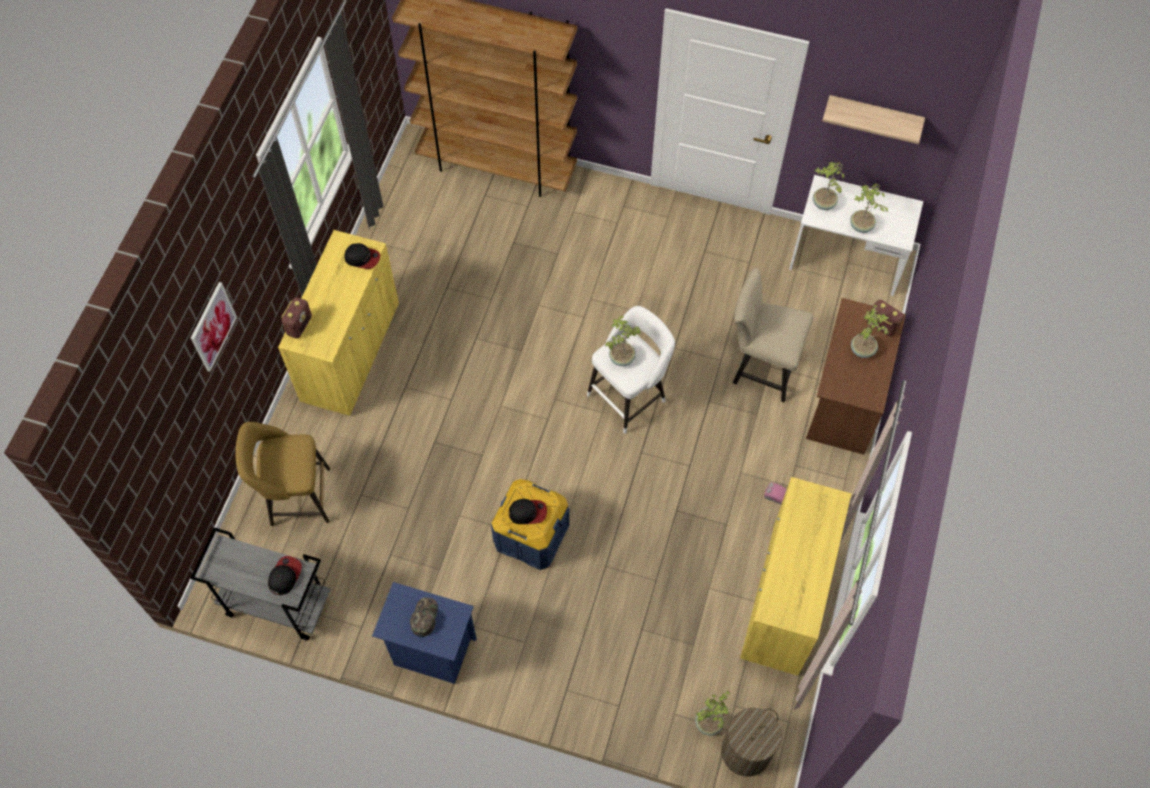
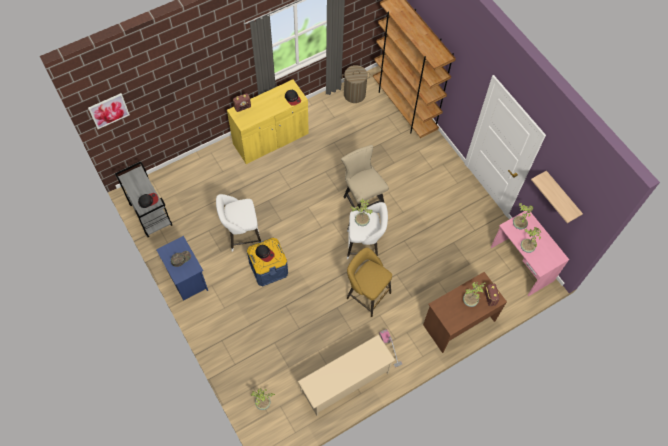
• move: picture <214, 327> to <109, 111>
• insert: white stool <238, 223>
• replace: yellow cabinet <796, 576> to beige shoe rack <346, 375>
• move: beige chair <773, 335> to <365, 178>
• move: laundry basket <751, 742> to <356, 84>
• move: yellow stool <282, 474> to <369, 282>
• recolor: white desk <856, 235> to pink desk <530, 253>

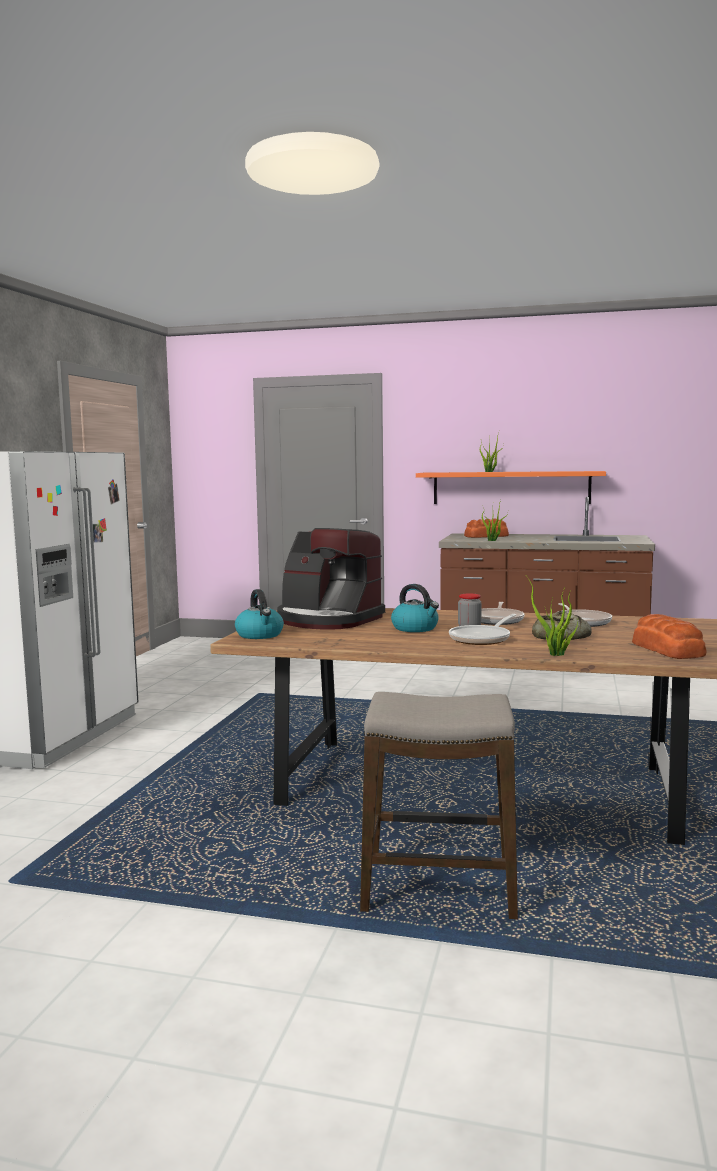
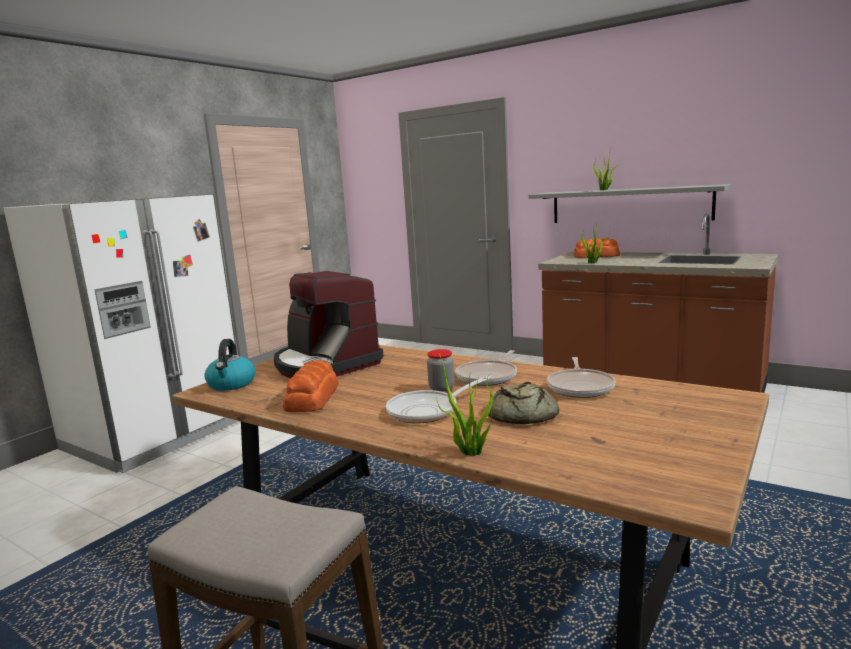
• move: bread <669, 636> to <311, 386>
• recolor: orange shelf <511, 487> to grey shelf <630, 203>
• delete: kettle <415, 608>

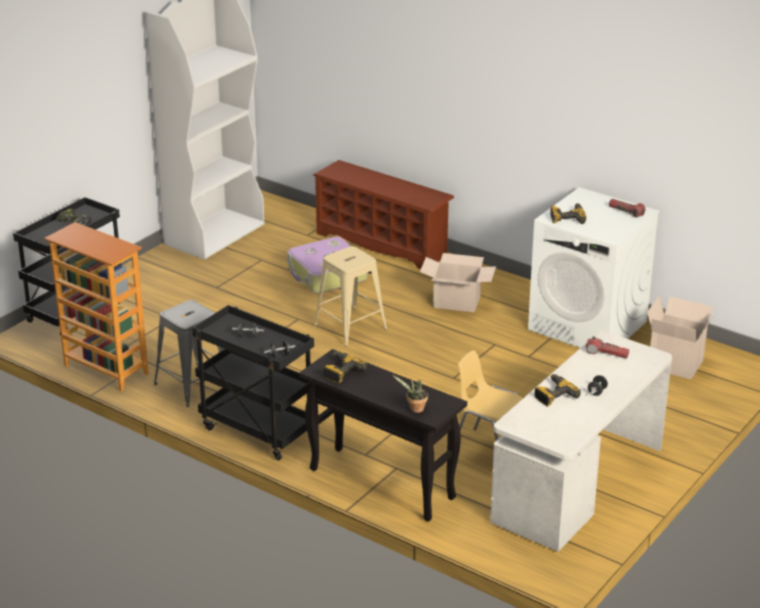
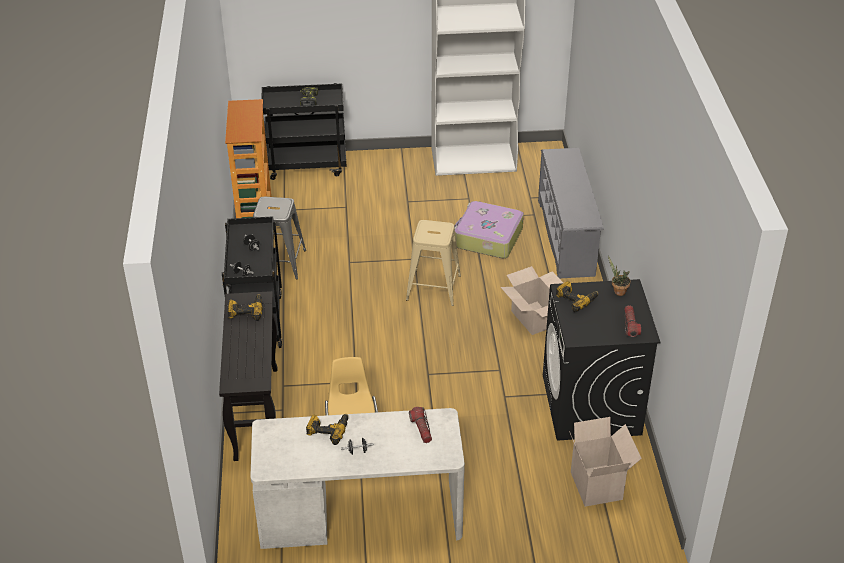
• recolor: brown shoe rack <383, 214> to grey shoe rack <571, 213>
• recolor: white washing machine <594, 267> to black washing machine <602, 359>
• move: potted plant <410, 394> to <619, 276>

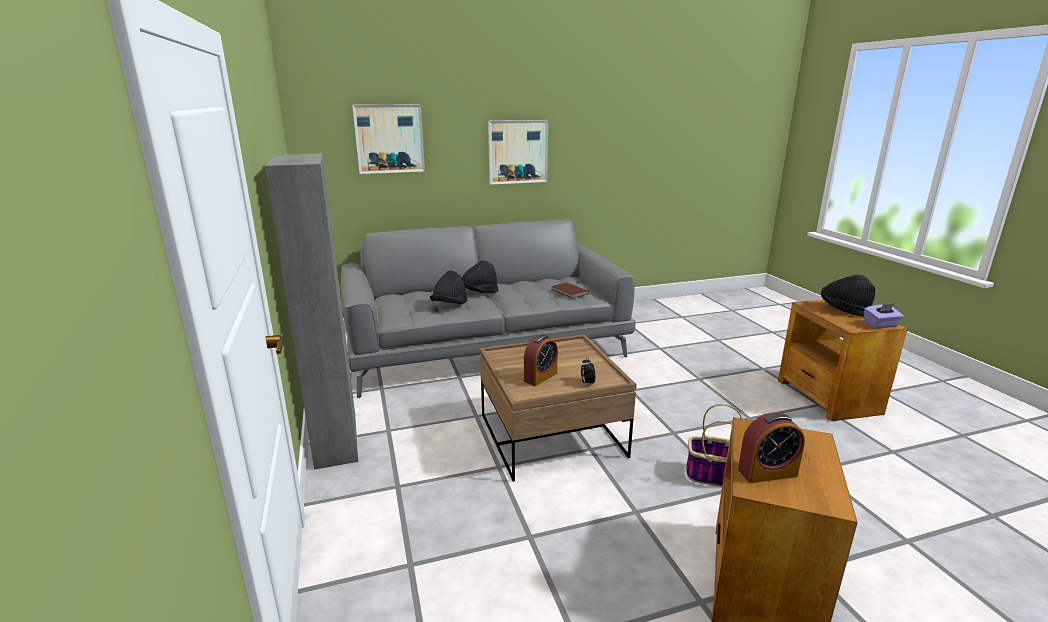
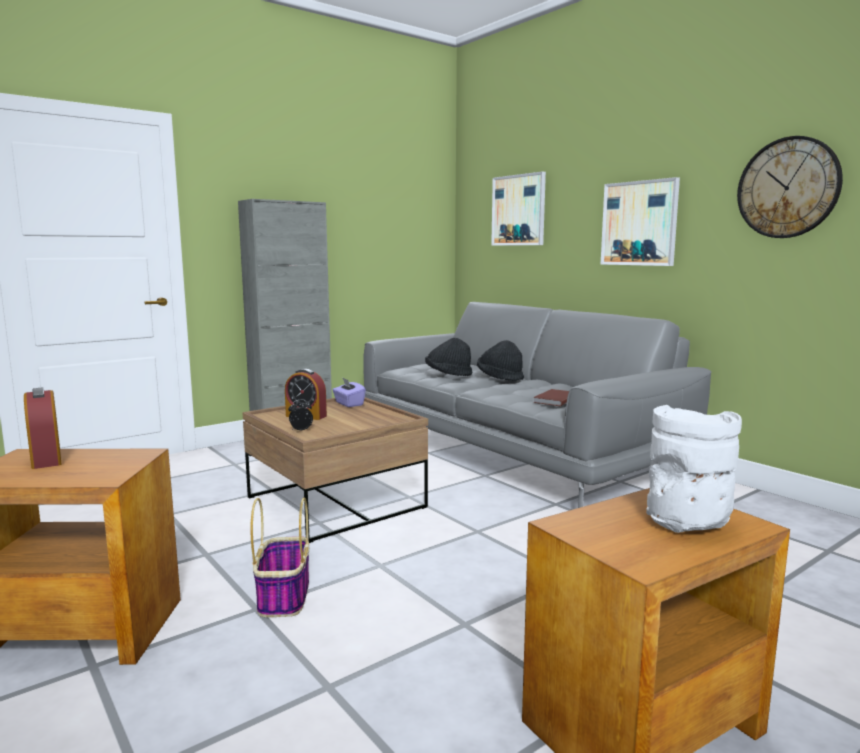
• move: purple tissue box <884, 316> to <349, 392>
• replace: black hat <848, 296> to white vase <694, 469>
• insert: wall clock <790, 187>

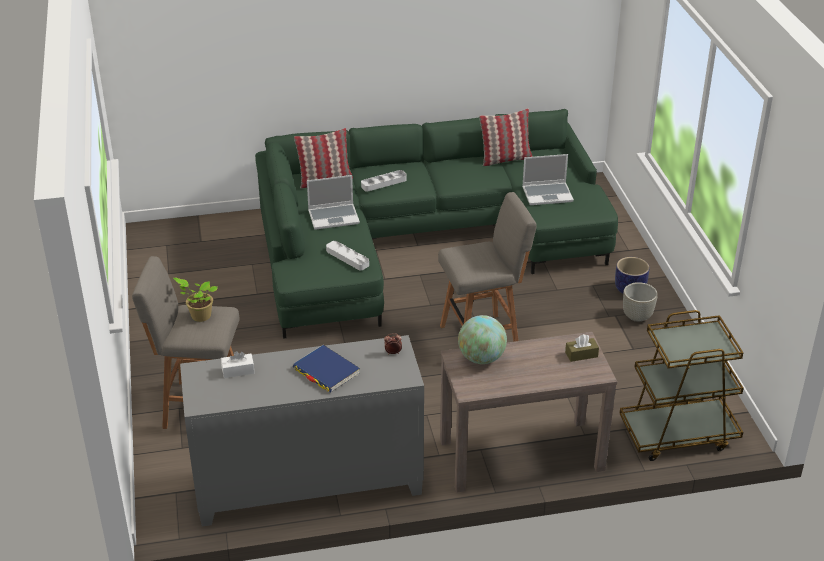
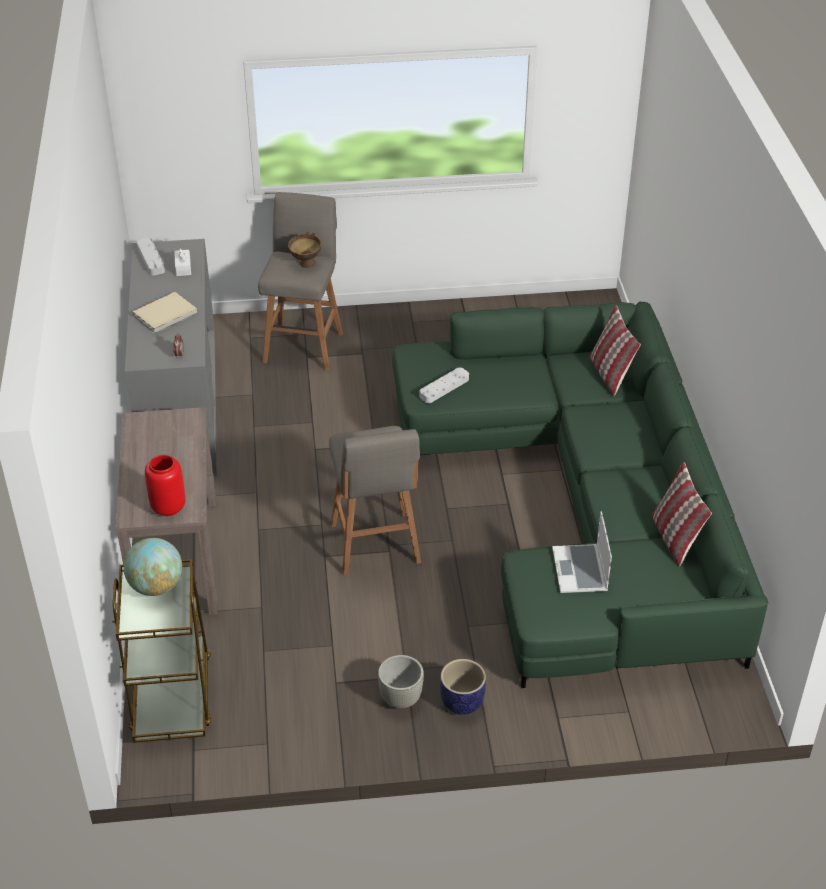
• move: globe <482, 339> to <152, 567>
• recolor: blue book <326, 369> to beige book <165, 313>
• move: grey tray <384, 181> to <151, 256>
• replace: brown tissue box <582, 348> to red vase <165, 485>
• replace: potted plant <195, 300> to brown bowl <304, 250>
• delete: laptop <333, 202>

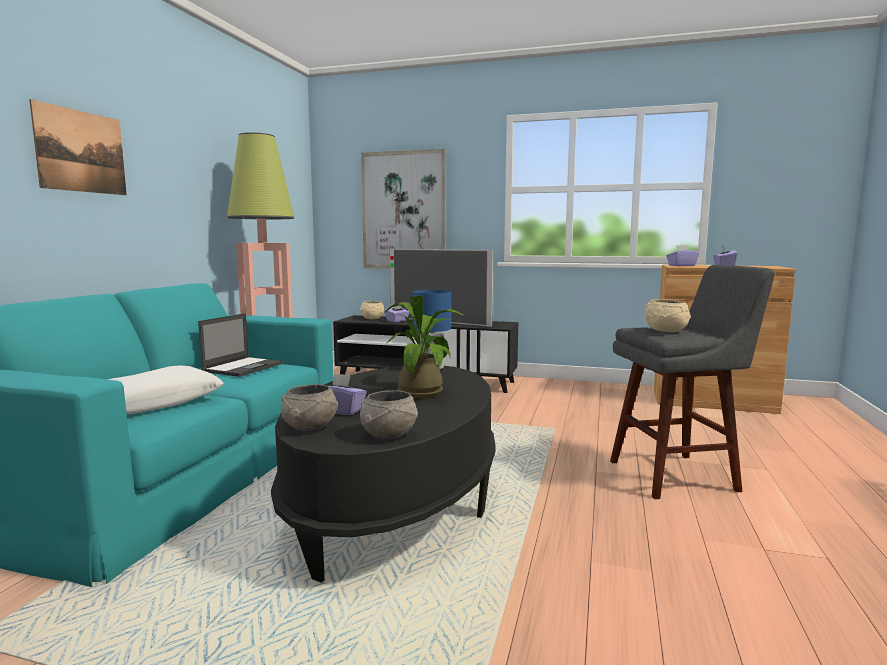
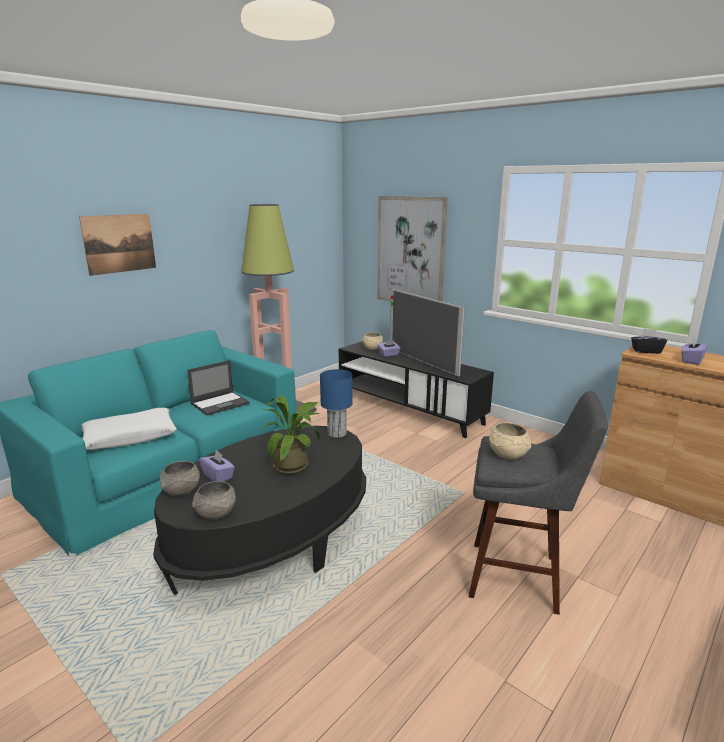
• recolor: purple tissue box <682, 255> to black tissue box <649, 341>

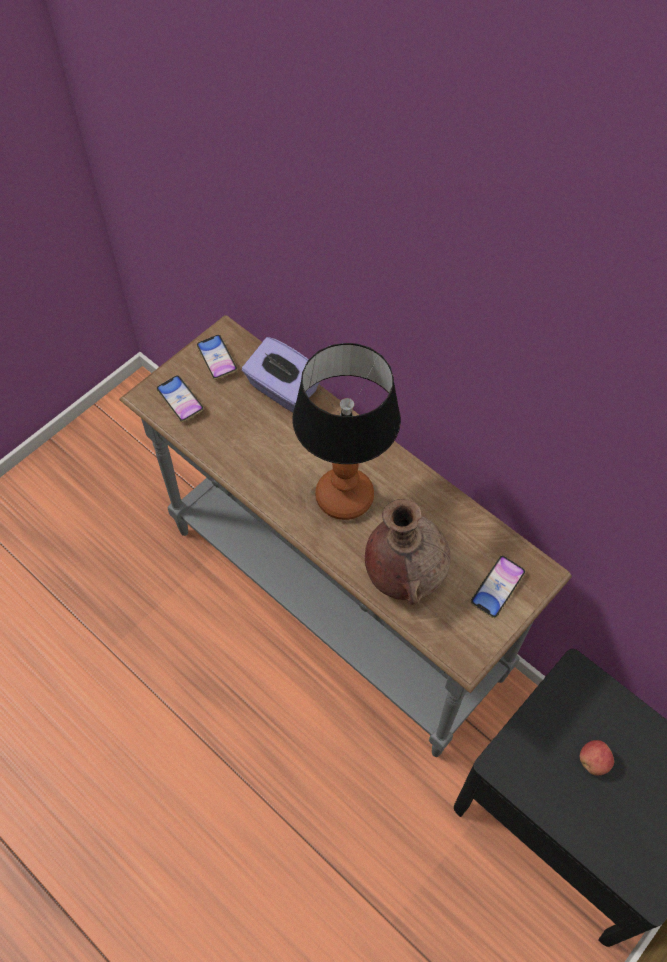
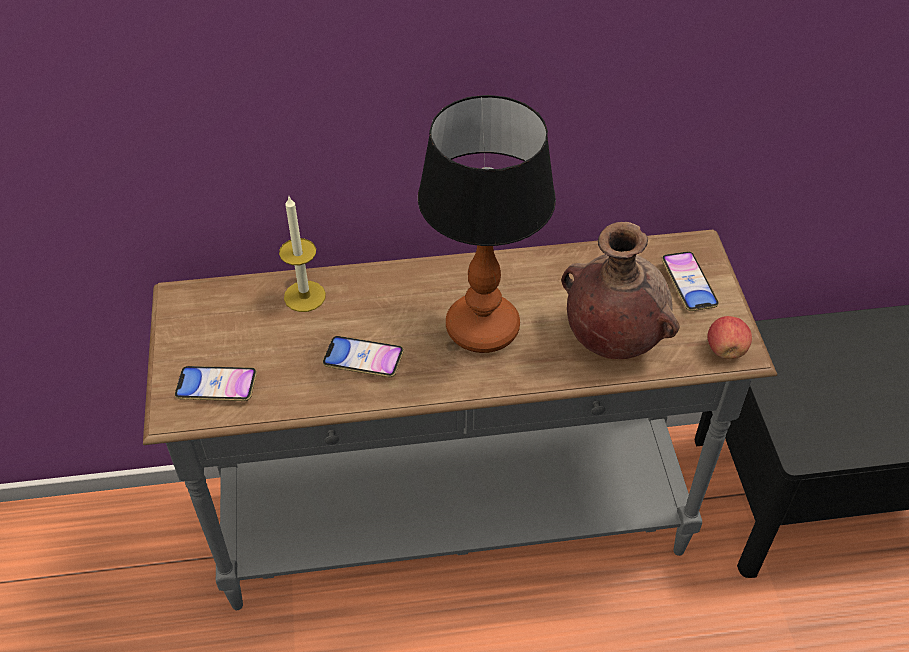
• replace: purple tissue box <280, 374> to candle <302, 254>
• move: phone <217, 357> to <363, 356>
• move: apple <597, 757> to <730, 337>

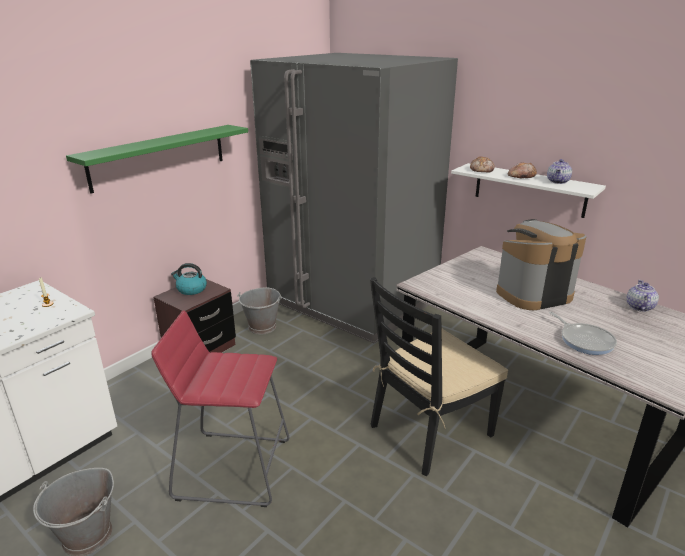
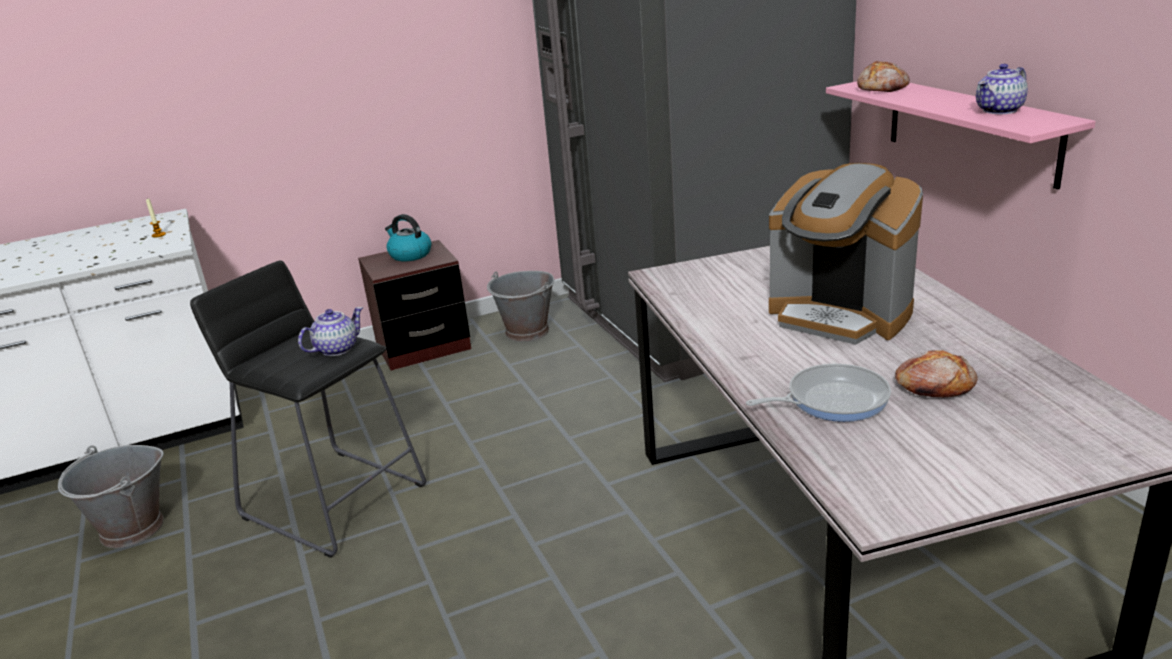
• recolor: red stool <220, 408> to black stool <308, 409>
• move: teapot <642, 296> to <330, 331>
• rotate: frying pan <583, 333> = <818, 393> 105 degrees counterclockwise
• rotate: coffee machine <541, 264> = <846, 254> 150 degrees counterclockwise
• recolor: white shelf <528, 190> to pink shelf <961, 135>
• move: bread <522, 171> to <936, 374>
• delete: green shelf <157, 159>
• delete: black chair <439, 376>

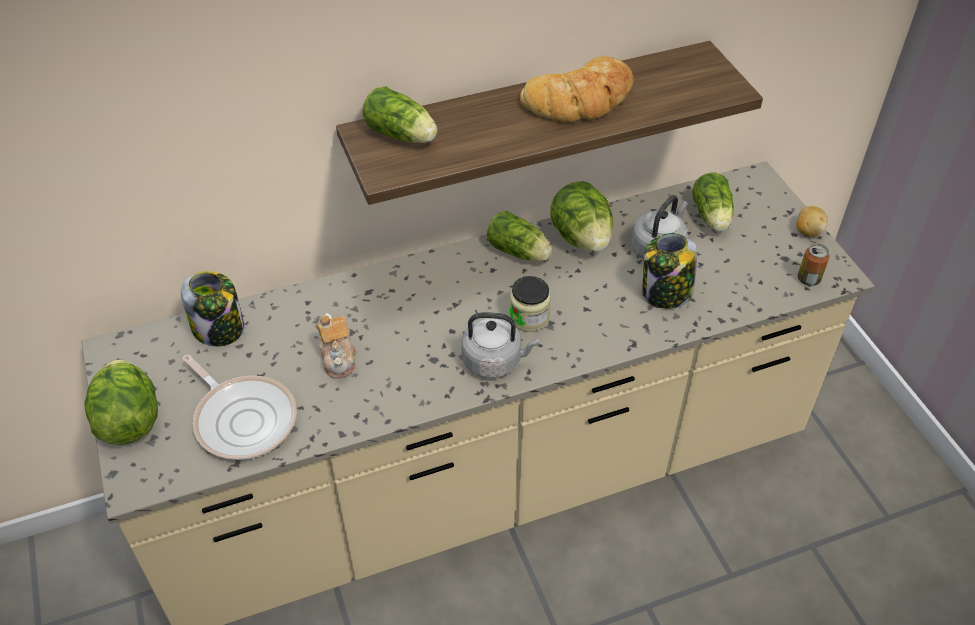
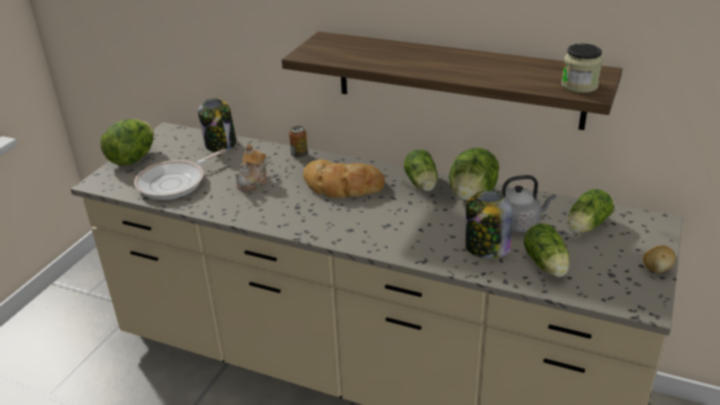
• rotate: frying pan <240, 407> = <180, 174> 45 degrees clockwise
• move: can <814, 264> to <298, 142>
• move: bread <576, 89> to <344, 178>
• move: lettuce <399, 114> to <546, 250>
• move: jar <530, 304> to <581, 68>
• delete: grey kettle <500, 345>

